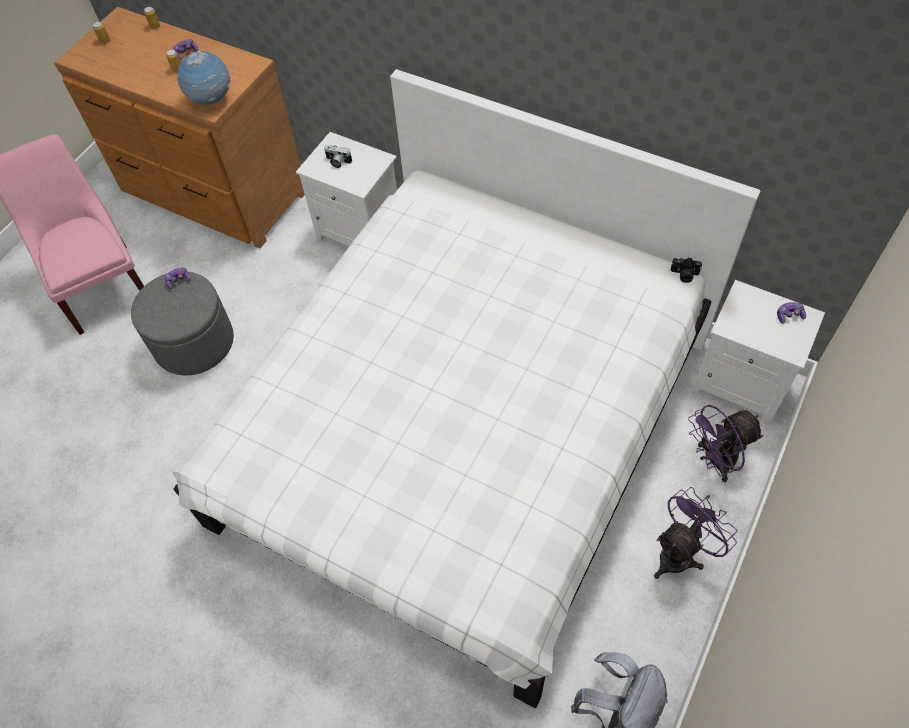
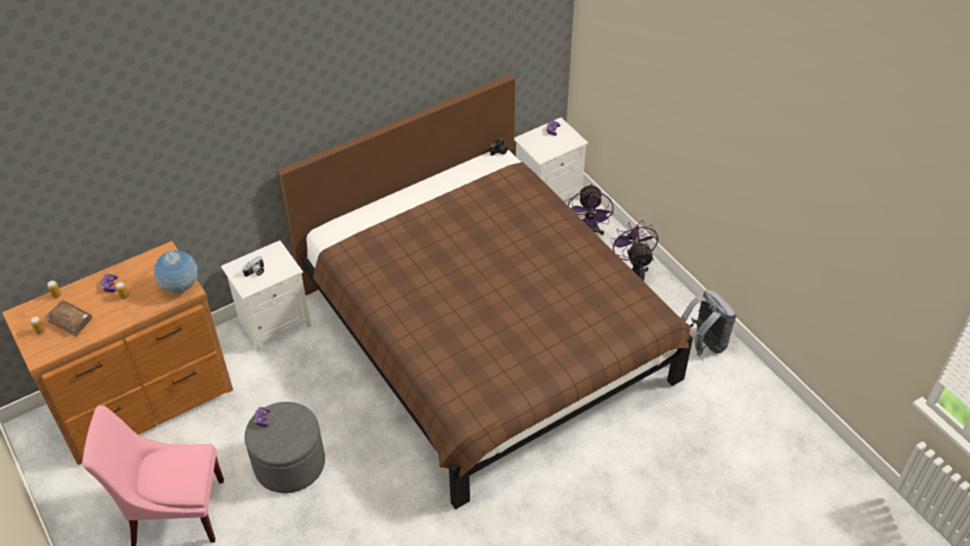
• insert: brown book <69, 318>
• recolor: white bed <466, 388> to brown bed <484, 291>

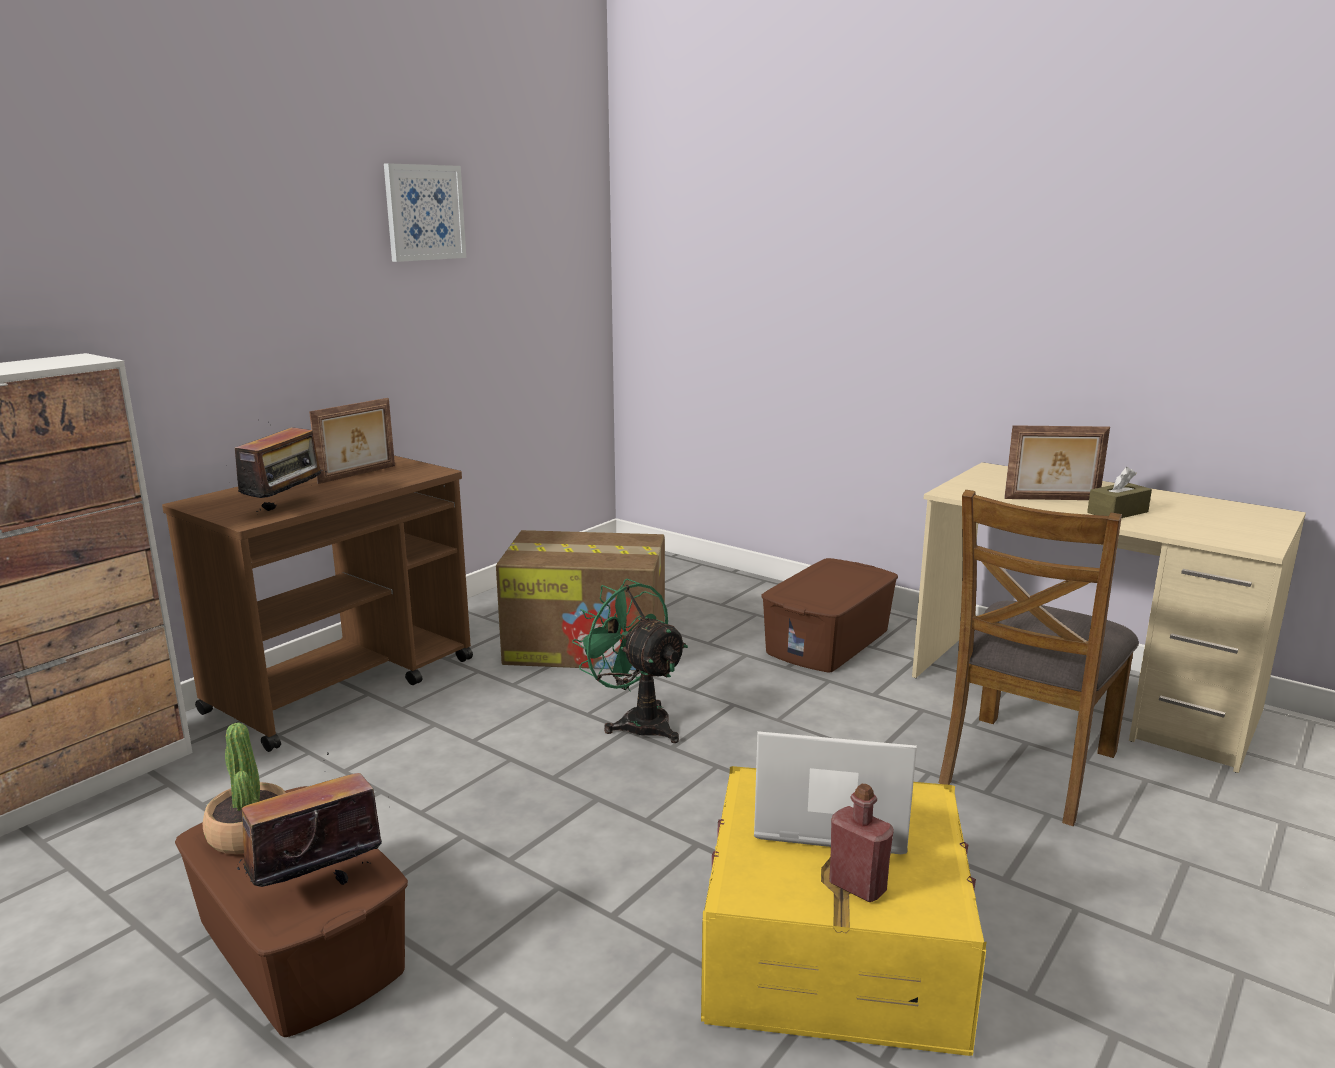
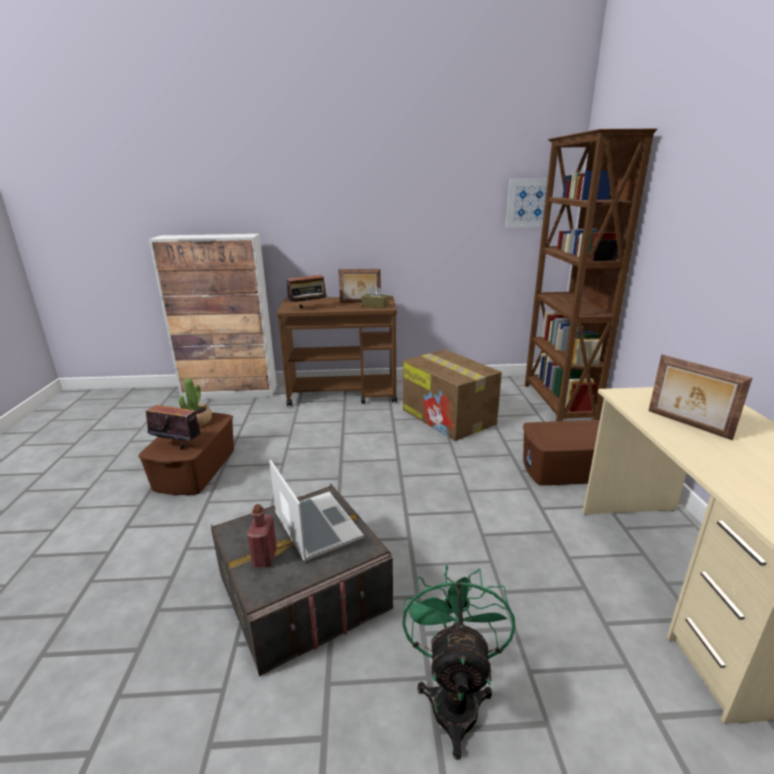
• recolor: yellow storage box <844, 911> to grey storage box <302, 580>
• move: brown tissue box <1119, 492> to <375, 297>
• move: green fan <630, 661> to <458, 662>
• move: picture <425, 212> to <531, 202>
• insert: brown bookcase <591, 275>
• delete: brown chair <1039, 658>

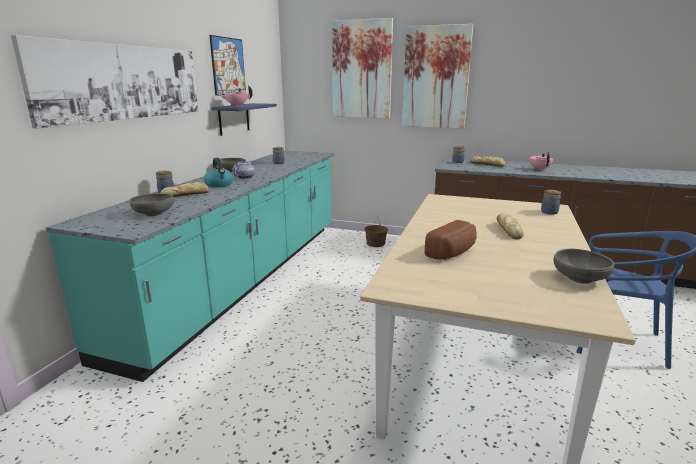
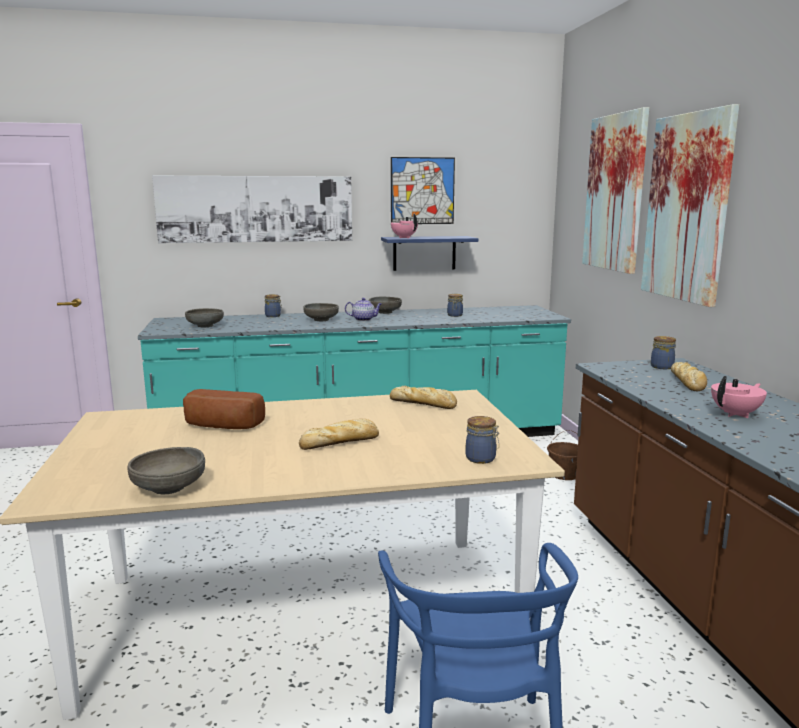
• replace: kettle <219, 173> to grey bowl <321, 312>
• move: bread <184, 189> to <423, 397>

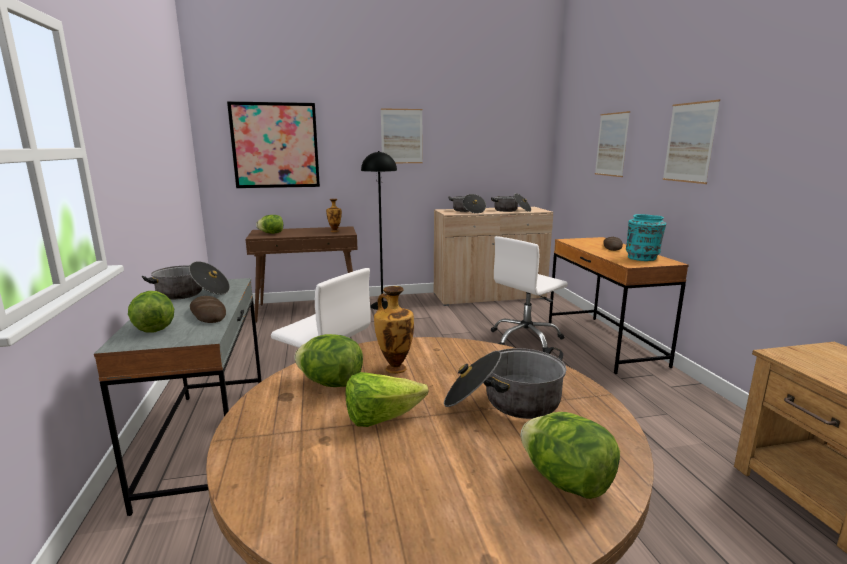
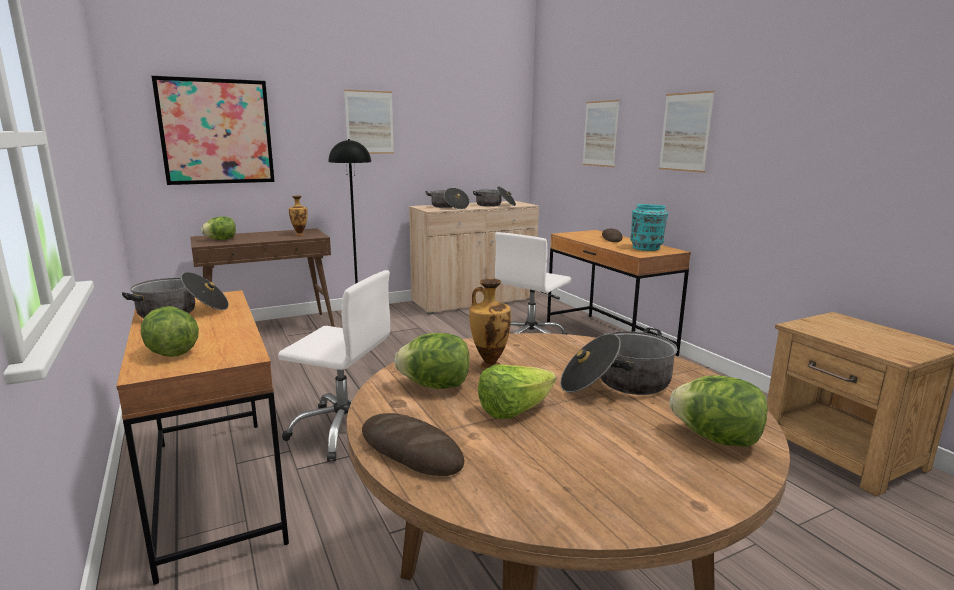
• recolor: grey desk <178, 397> to brown desk <202, 437>
• move: bread <208, 309> to <413, 444>

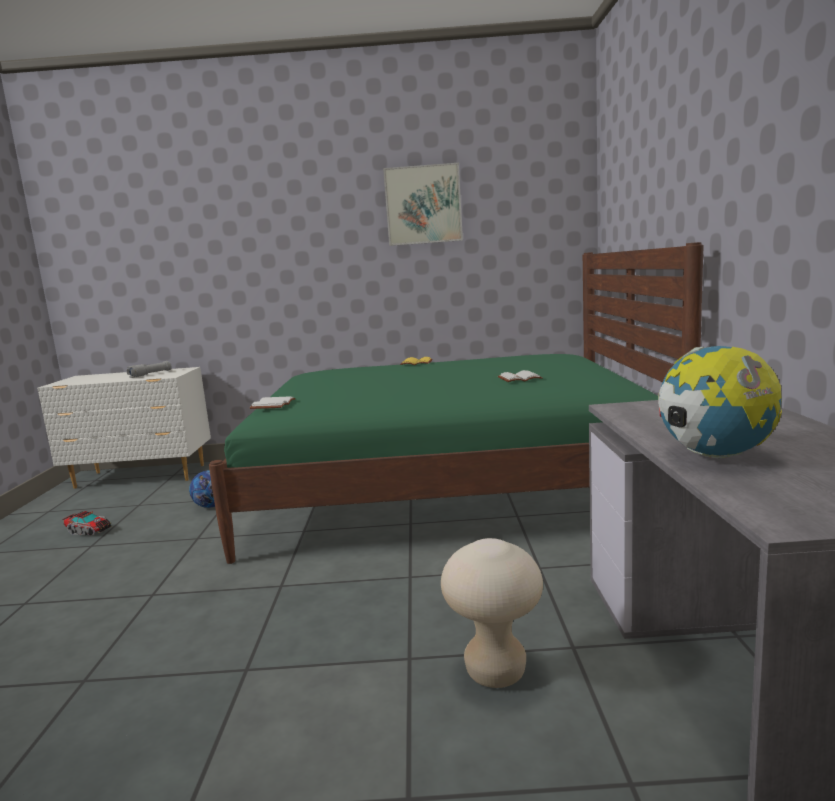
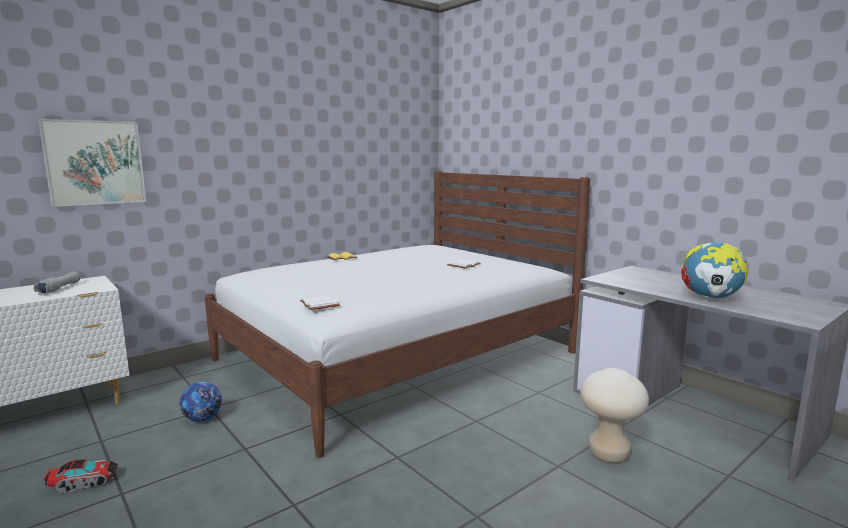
• move: picture <423, 204> to <92, 163>
• recolor: green bed <456, 403> to white bed <397, 314>

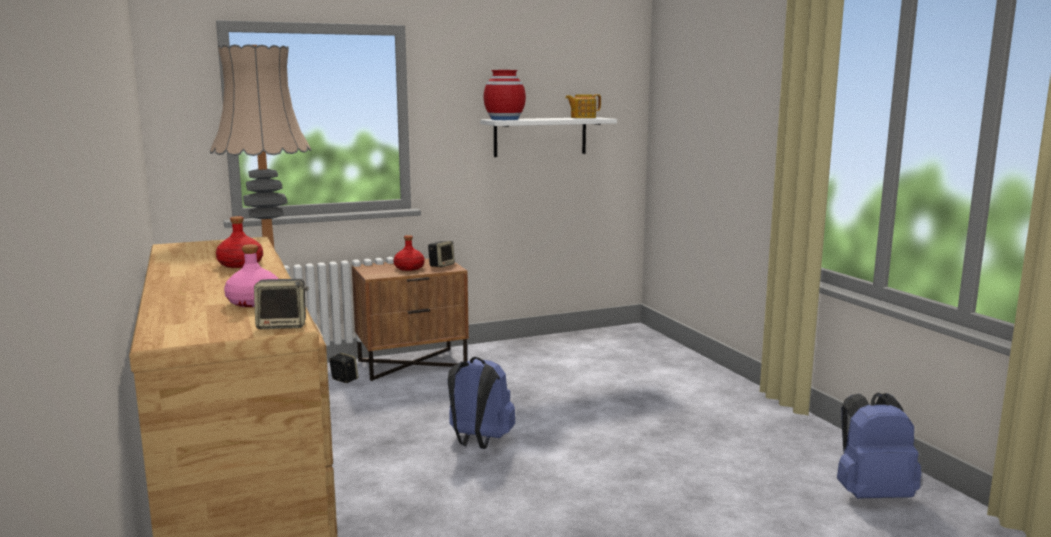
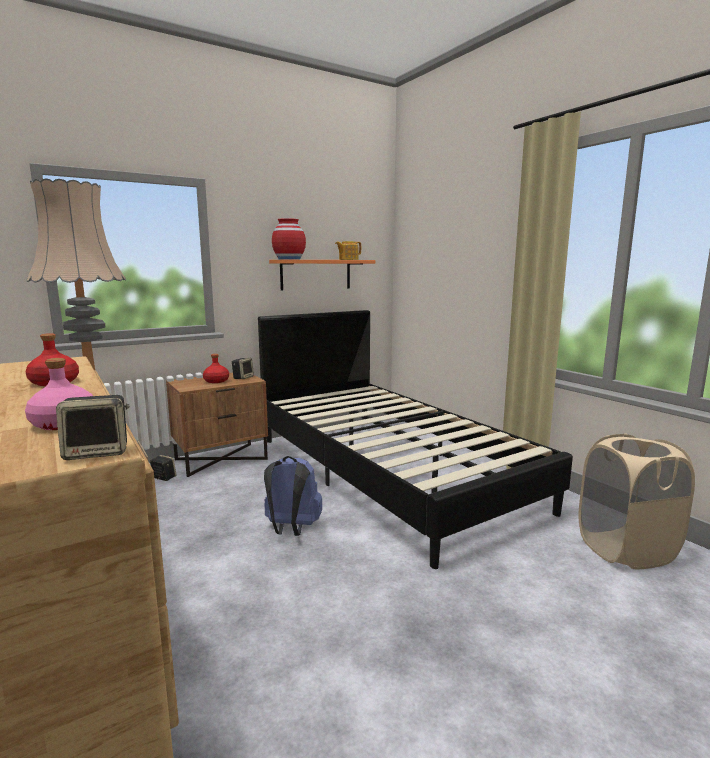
• insert: black bed <415, 439>
• recolor: white shelf <548, 137> to orange shelf <322, 275>
• replace: blue backpack <879, 446> to beige laundry basket <637, 501>

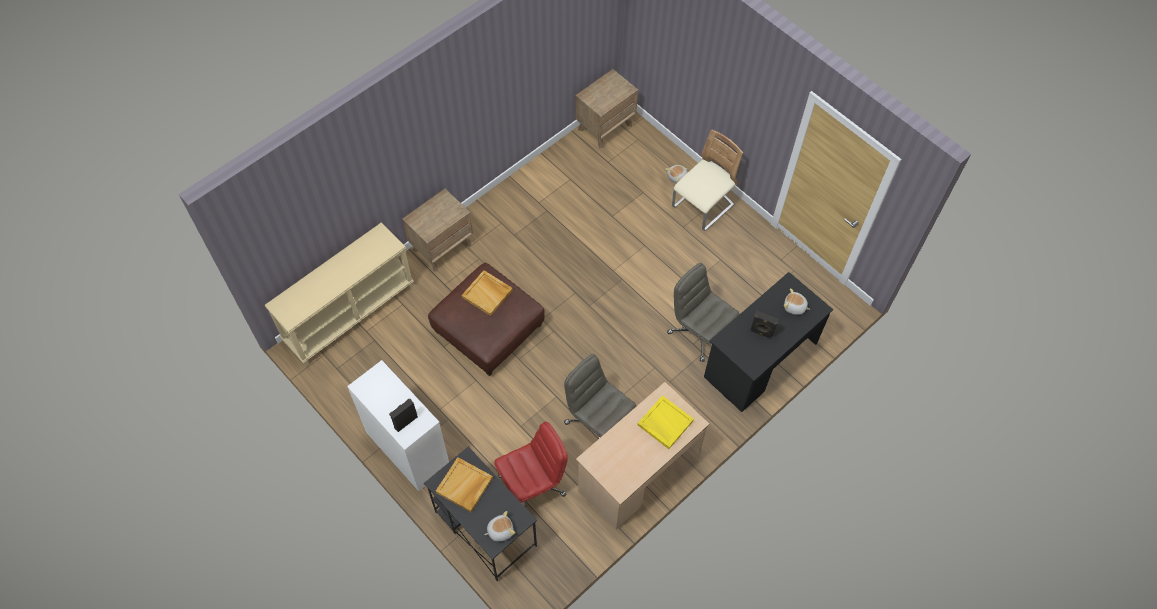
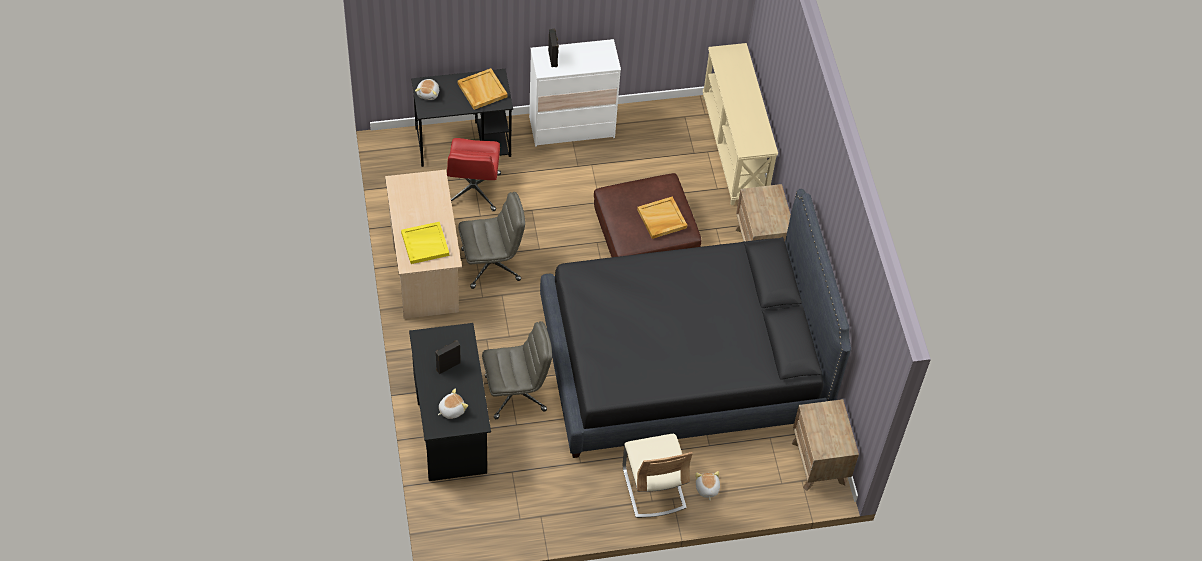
• insert: black bed <695, 323>

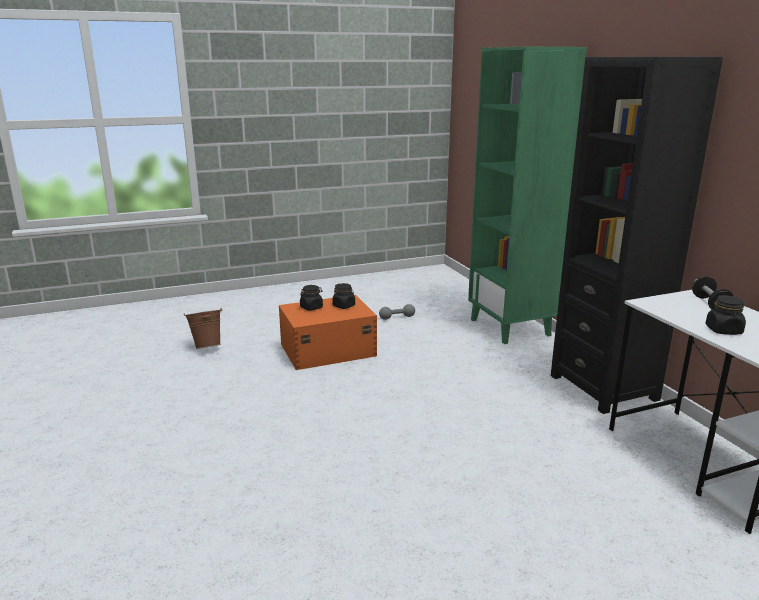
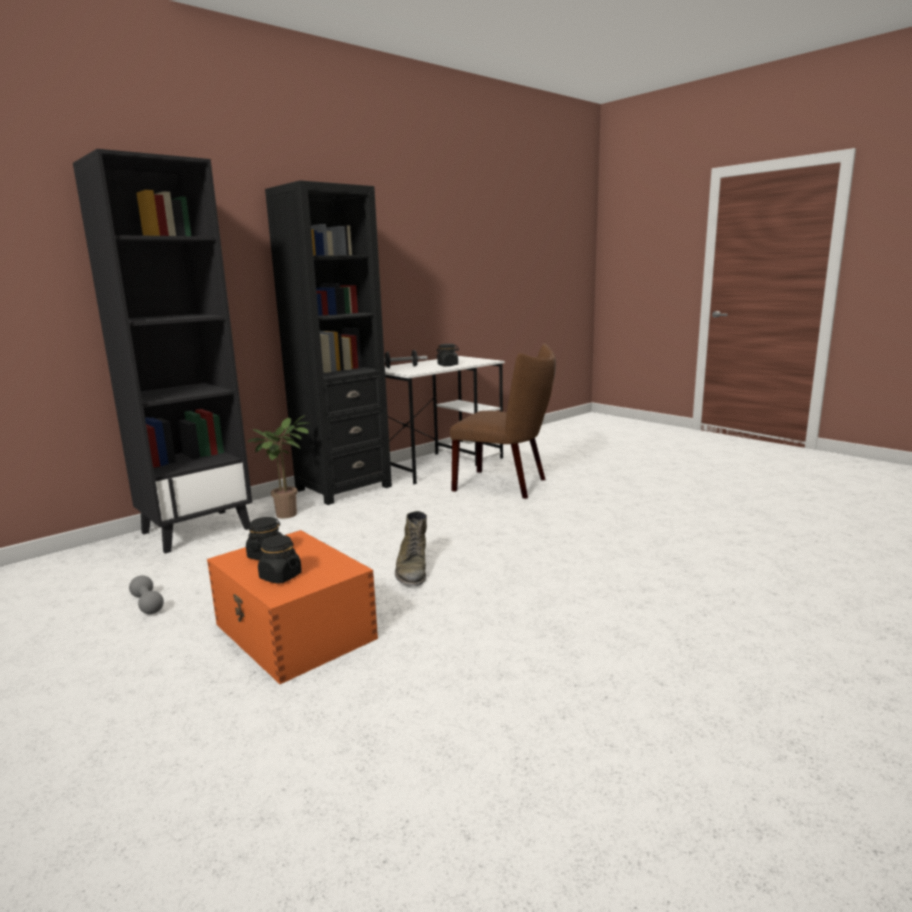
• recolor: green bookcase <527, 195> to black bookcase <162, 351>
• insert: potted plant <278, 467>
• insert: green boot <411, 548>
• insert: brown chair <503, 421>
• delete: brown bucket <203, 329>

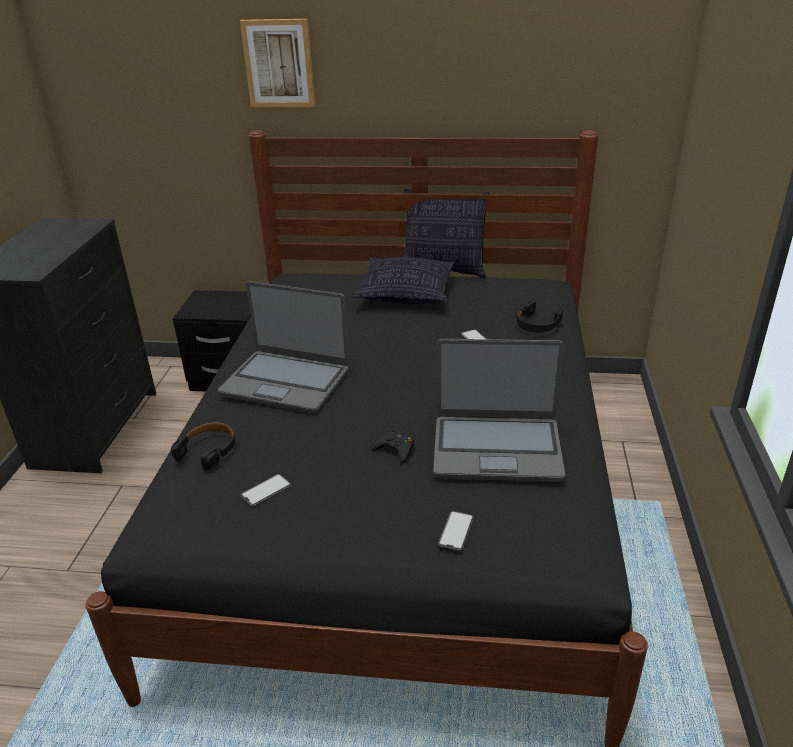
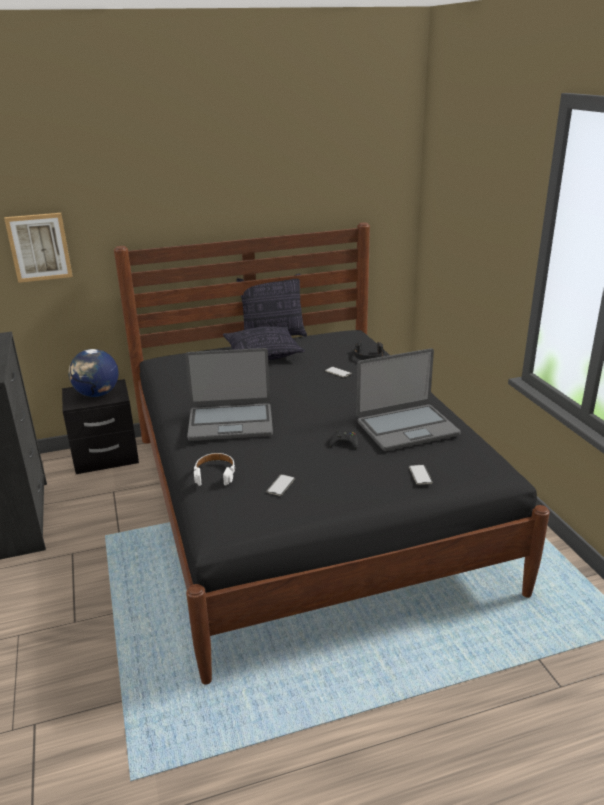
• move: picture <277, 63> to <38, 248>
• insert: globe <93, 373>
• recolor: black headphones <203, 446> to white headphones <214, 469>

